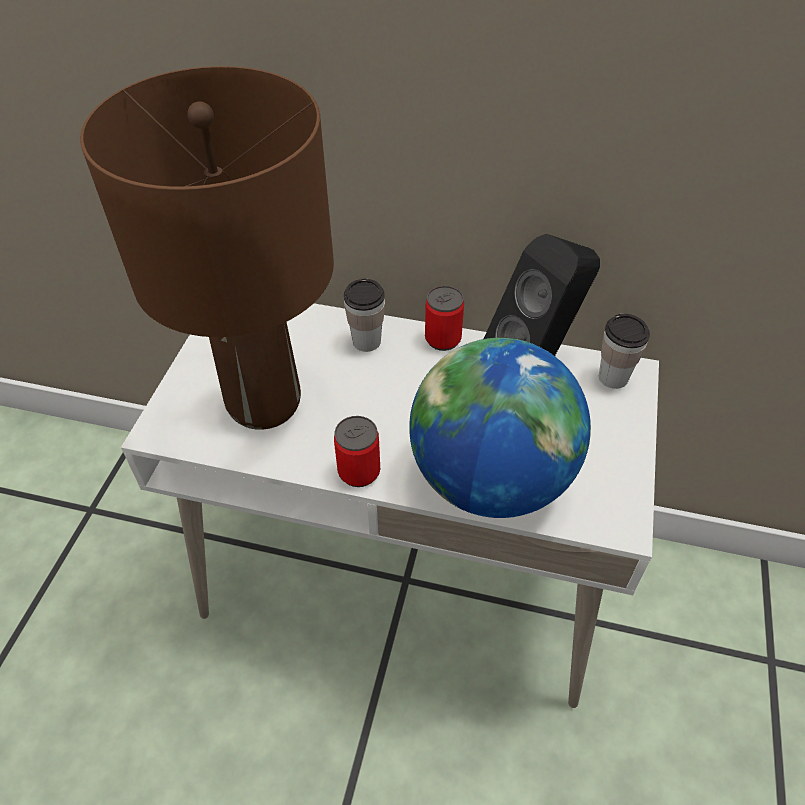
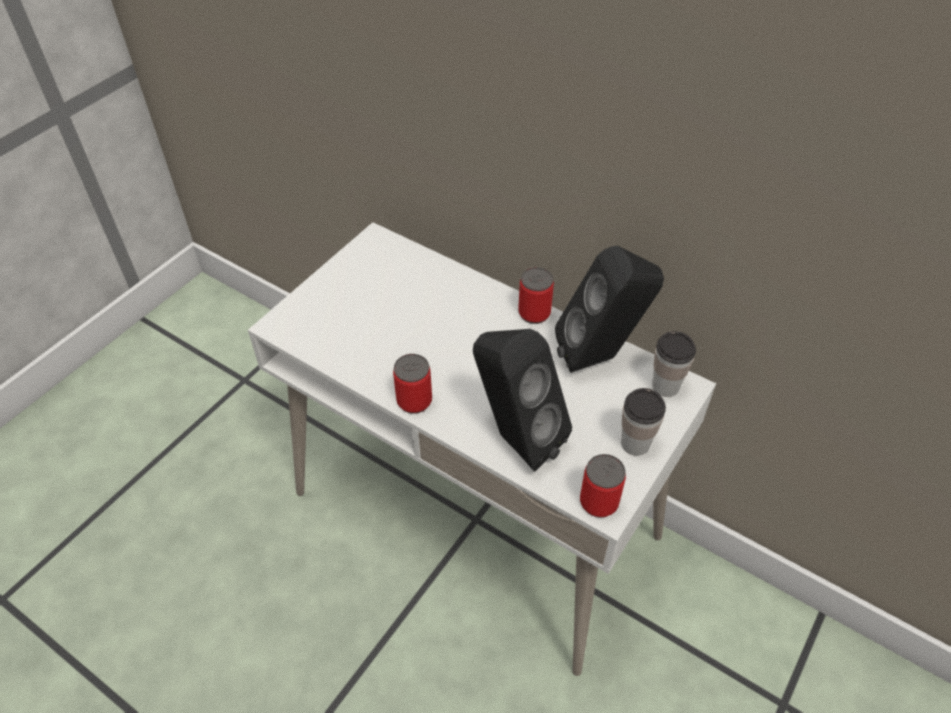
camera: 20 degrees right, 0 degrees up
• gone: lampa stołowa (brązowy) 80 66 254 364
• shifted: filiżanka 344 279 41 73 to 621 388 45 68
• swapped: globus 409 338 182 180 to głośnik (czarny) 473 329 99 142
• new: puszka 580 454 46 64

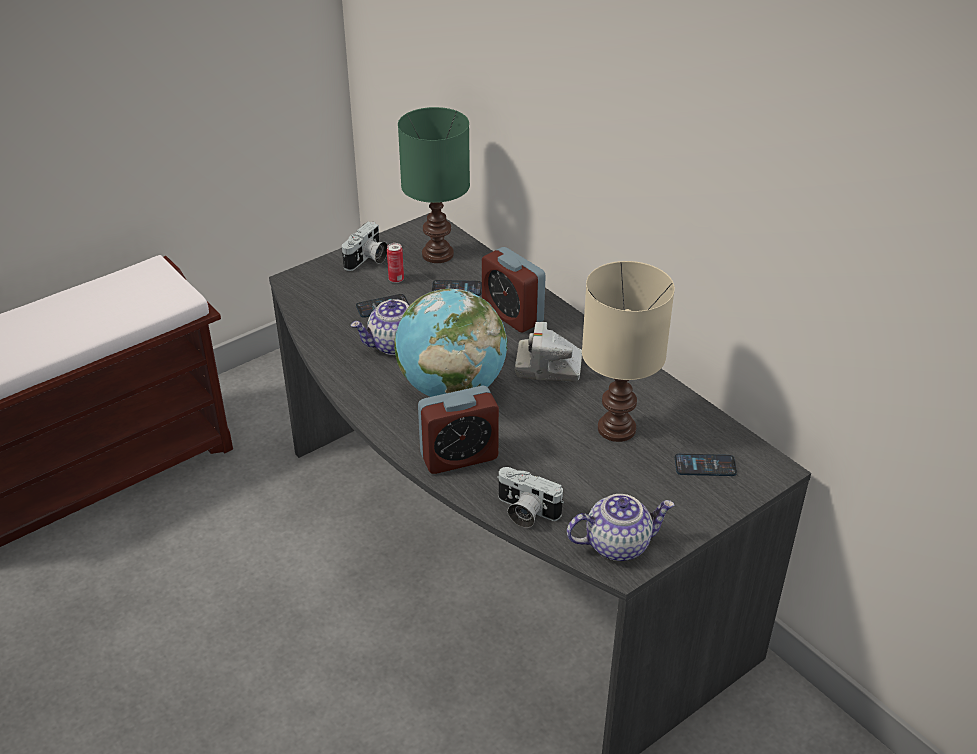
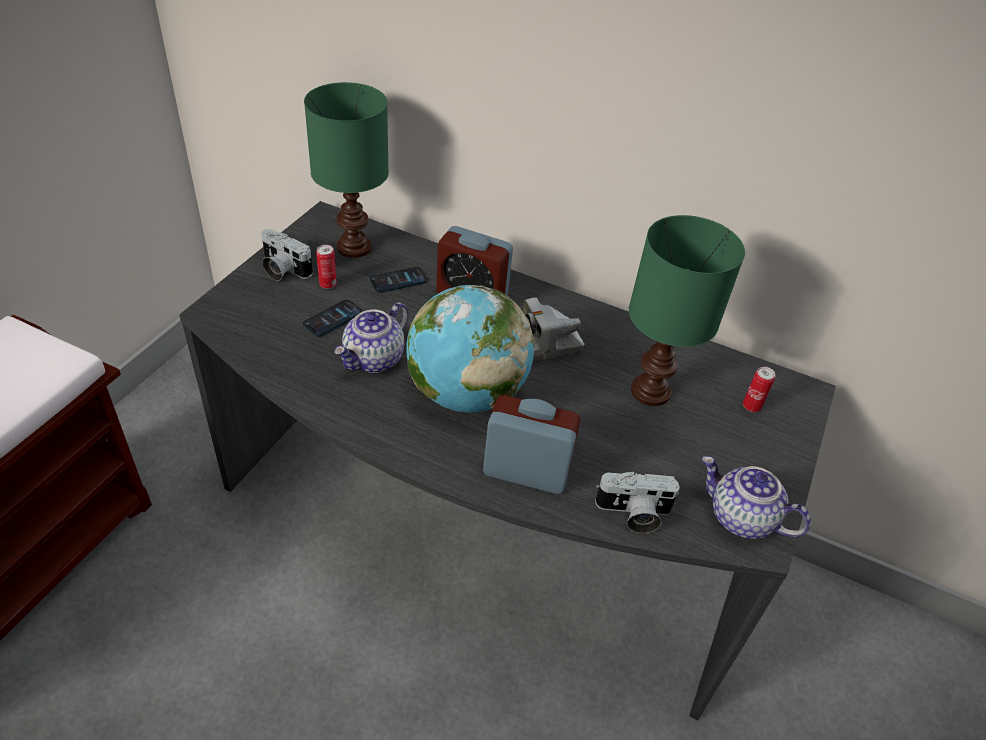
camera: 30 degrees left, 5 degrees up
• rotated: aparat fotograficzny 342 222 46 49 = 261 229 52 52 120 degrees clockwise
• rotated: budzik 418 386 81 88 = 483 395 98 99 120 degrees counterclockwise
• rotated: imbryk 567 494 107 67 = 702 456 109 83 105 degrees counterclockwise
• repainted: lampa stołowa (beżowy) 582 261 93 181 to lampa stołowa (zielony) 629 215 116 191
• swapped: telefon 675 454 62 22 to puszka 743 366 33 46

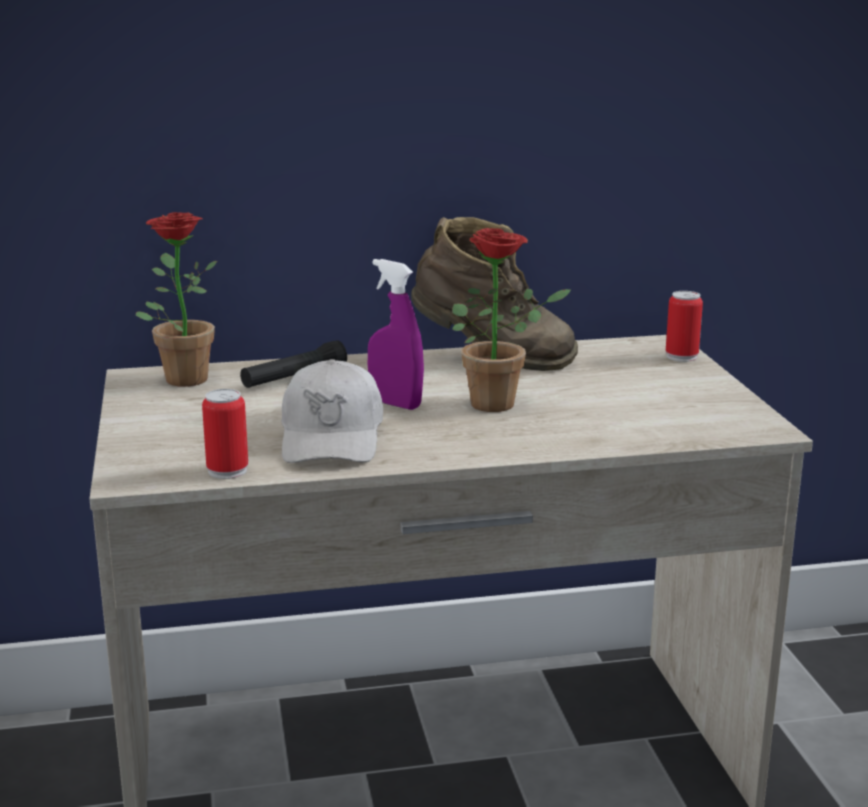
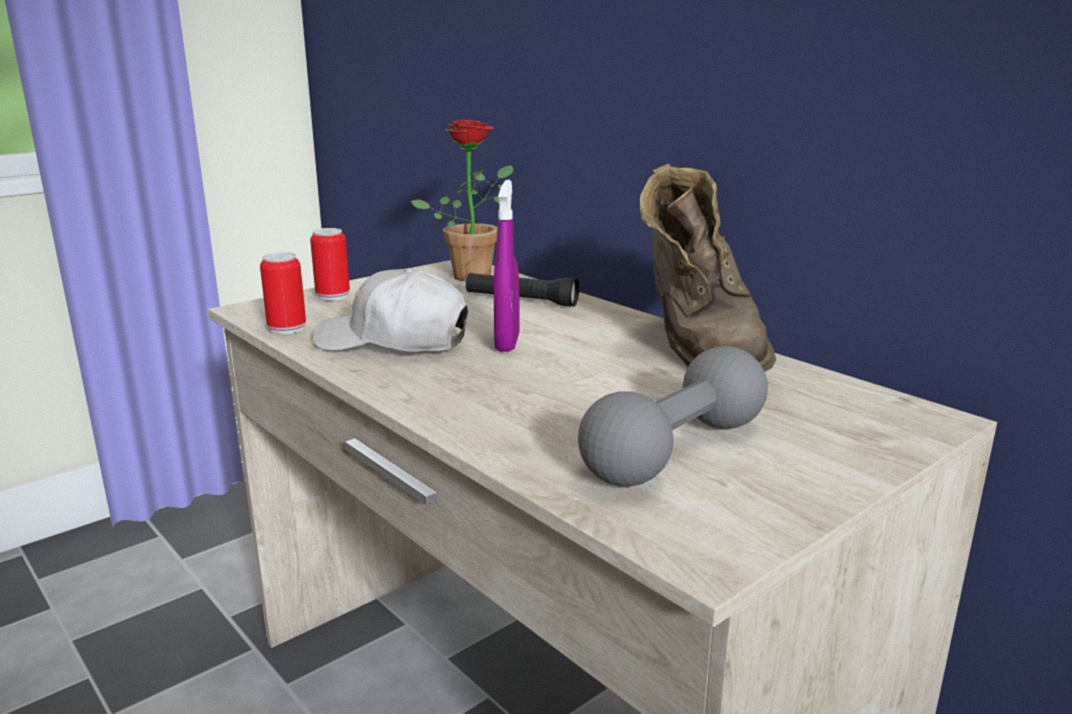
camera: 60 degrees right, 0 degrees up
• rotated: czapka z daszkiem (biały) 281 359 102 104 = 313 268 155 84 45 degrees clockwise
• gone: roślina doniczkowa 452 228 119 184
• shifted: puszka 666 291 37 71 to 310 228 40 73
• new: hantel (szary) 578 346 190 141

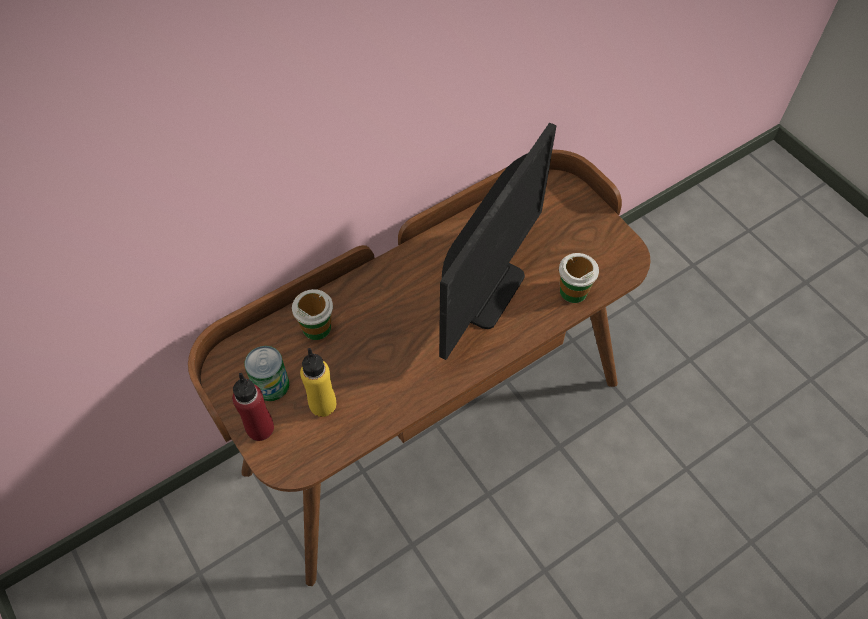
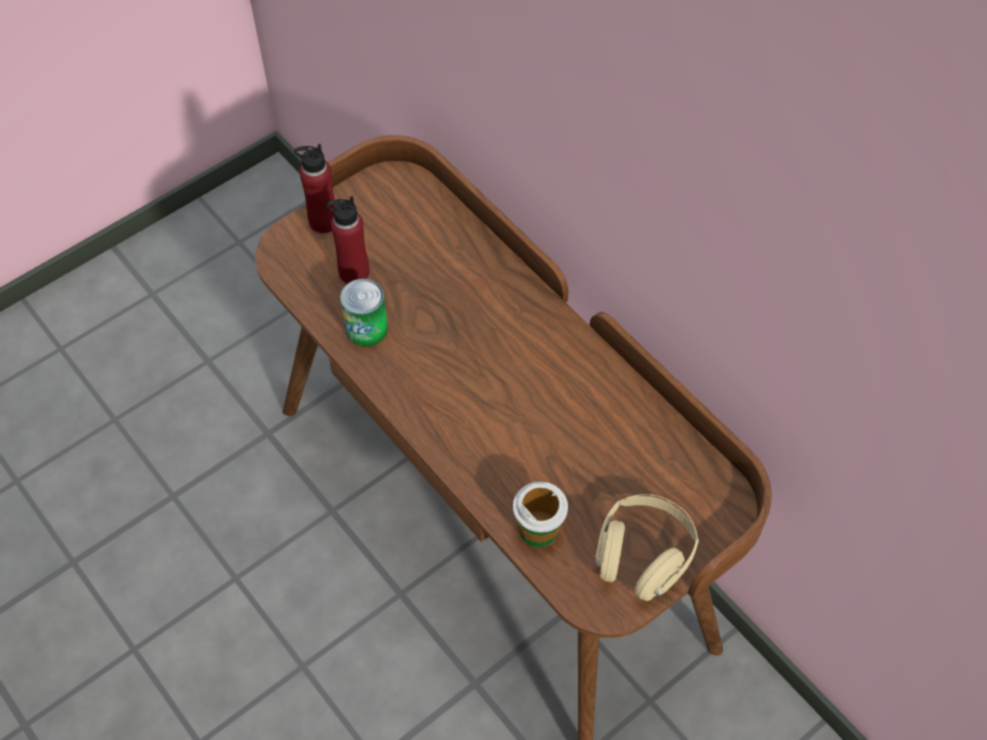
camera: 85 degrees right, 0 degrees up
• shifted: puszka 245 346 44 55 to 340 279 48 68
• gone: filiżanka 292 289 41 51
• repainted: butelka (żółty) 300 348 36 69 to butelka (czerwony) 327 196 42 88
• gone: monitor 439 123 117 237
• new: słuchawki (beżowy) 595 494 104 107

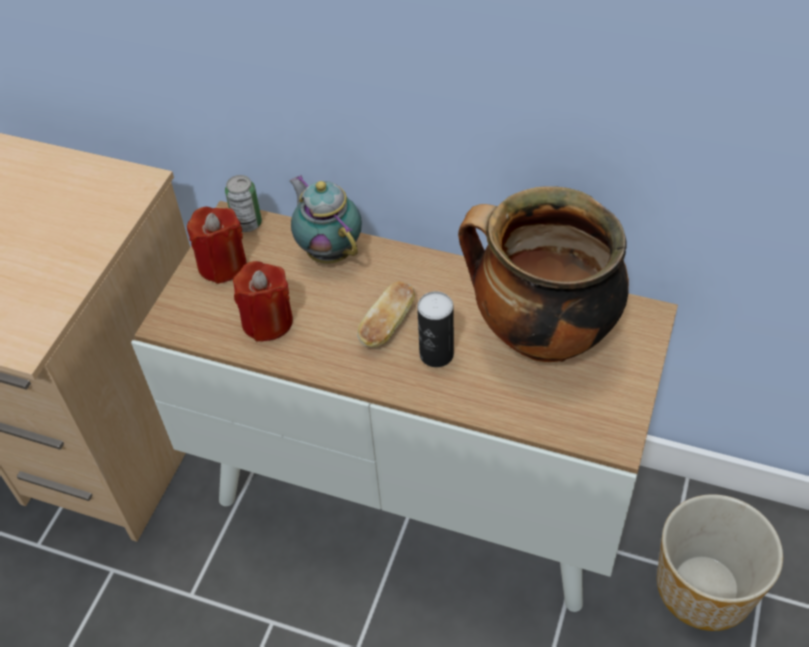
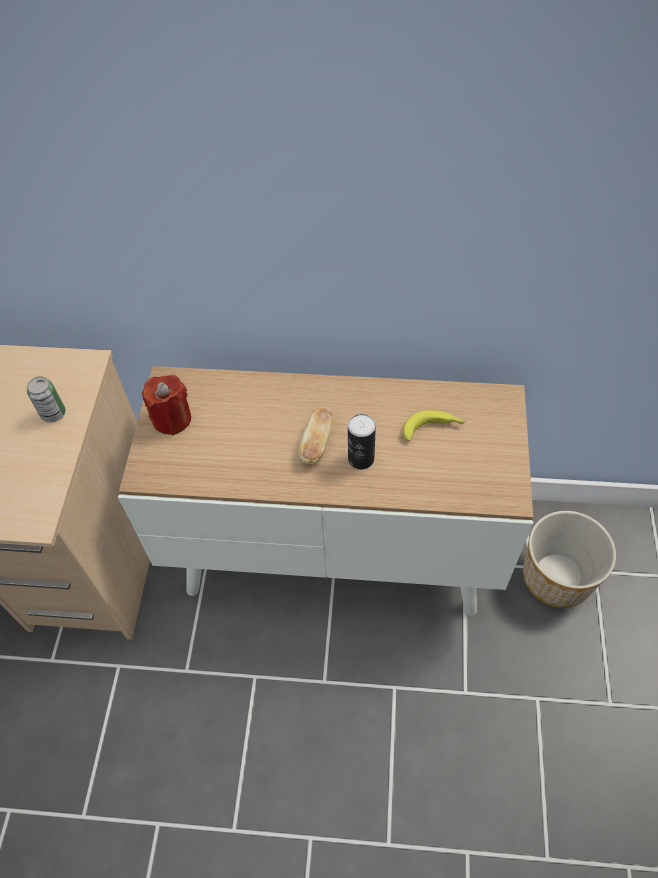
camera: 15 degrees left, 5 degrees up
• shifted: puszka 225 175 37 57 to 27 376 38 47
• gone: świeca (czerwony) 233 261 60 81
• gone: imbryk 290 175 72 89
• swapped: garnek 458 186 171 176 to banan 403 410 63 31

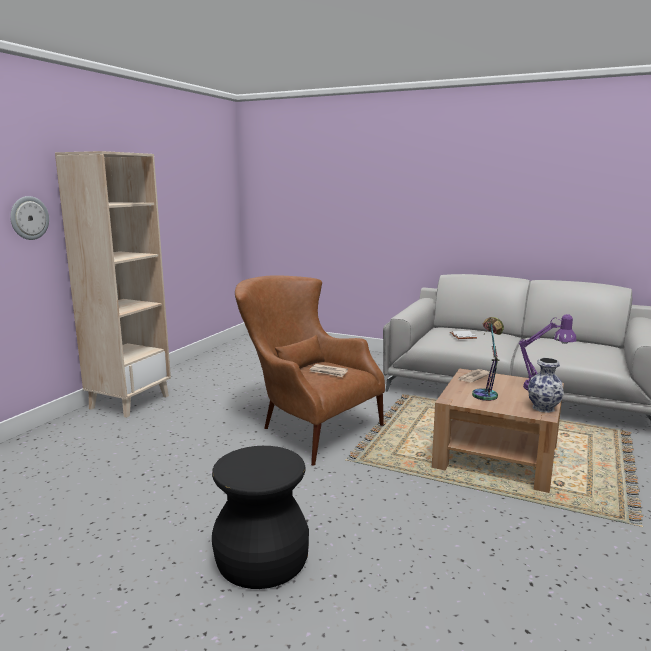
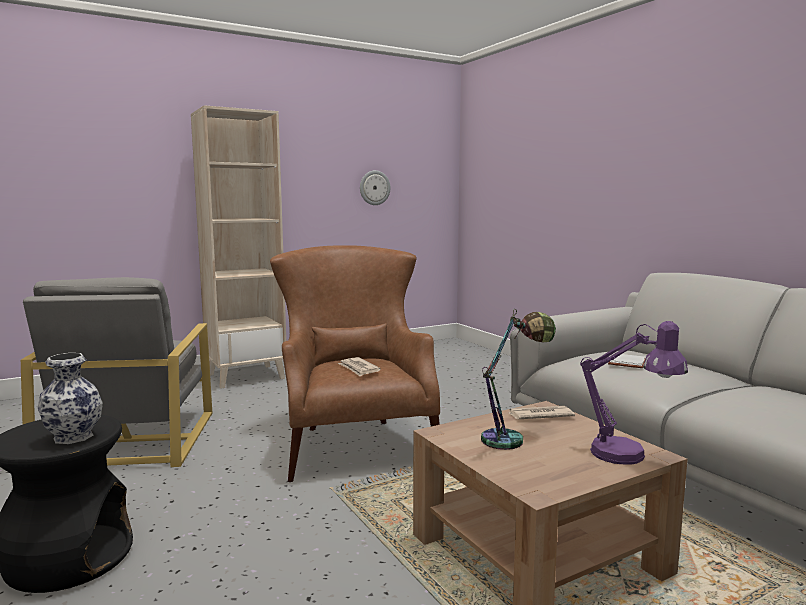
camera: 35 degrees right, 5 degrees down
• shifted: zegar ścienny 10 196 39 44 to 360 170 30 35
• shifted: wazon 528 358 36 55 to 38 353 65 91
• new: fotel (szary) 21 277 191 190

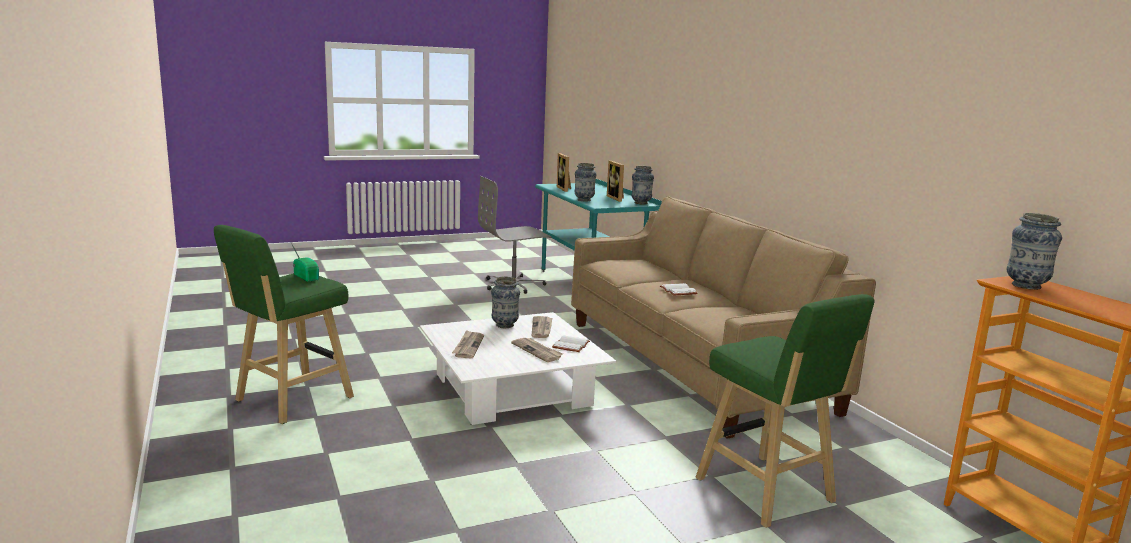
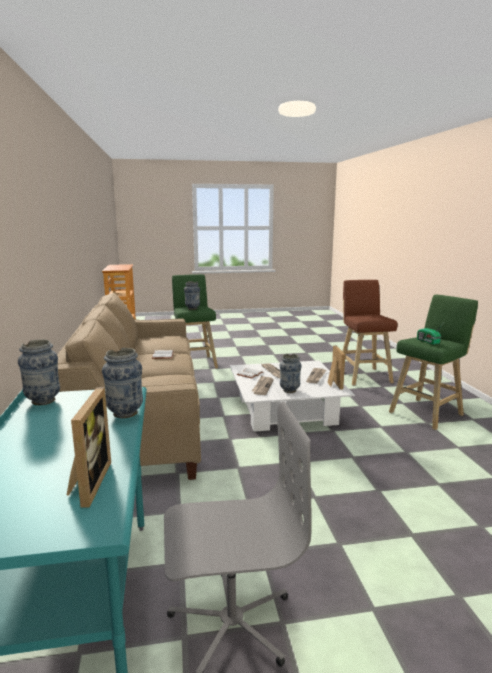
camera: 165 degrees left, 0 degrees up
• shifted: ramka na zdjęcie 607 161 17 41 to 328 345 17 45
• shifted: wazon 1007 213 55 77 to 184 281 16 29
• new: stołek (brązowy) 342 280 55 106

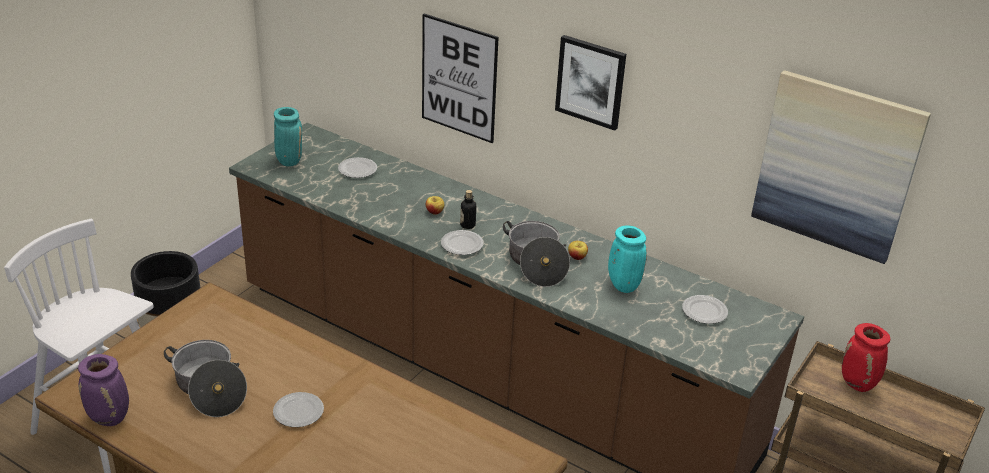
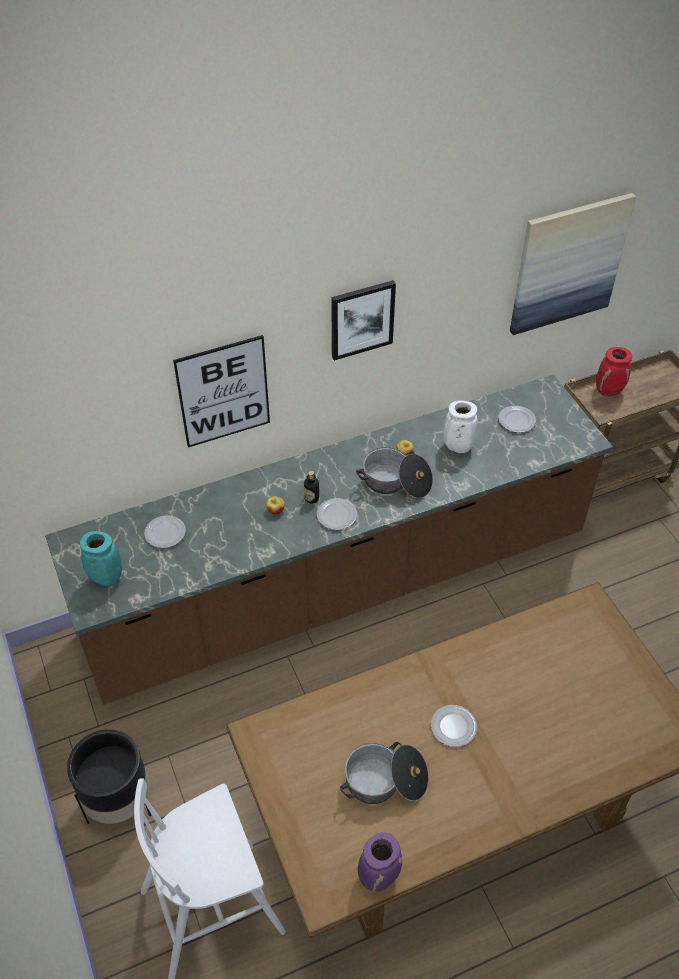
camera: 55 degrees left, 15 degrees up
• repainted: wazon (turkusowy) 608 225 39 68 to wazon (biały) 443 401 35 52

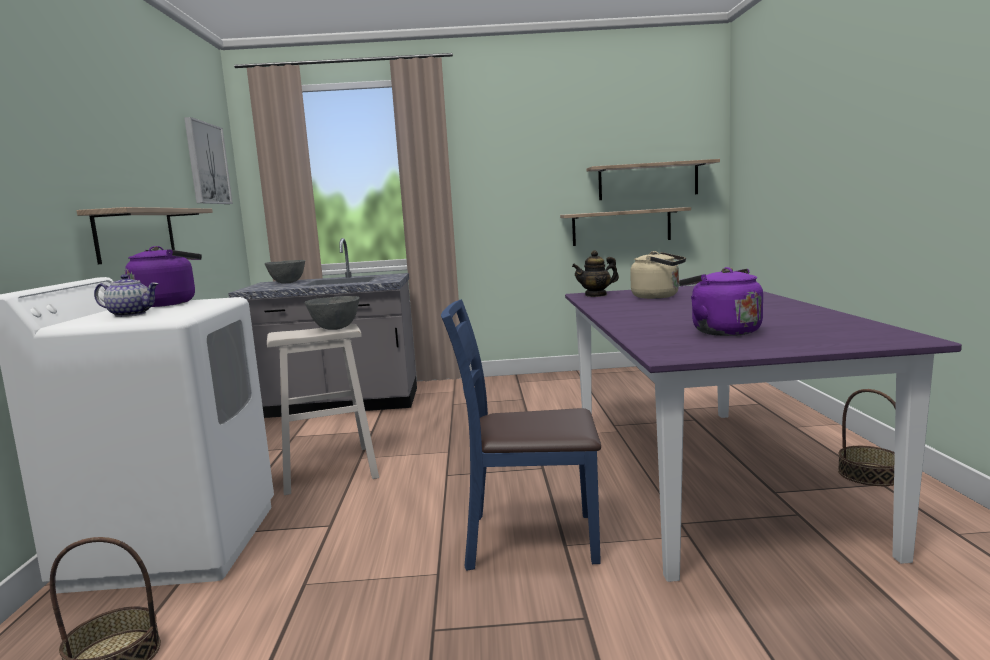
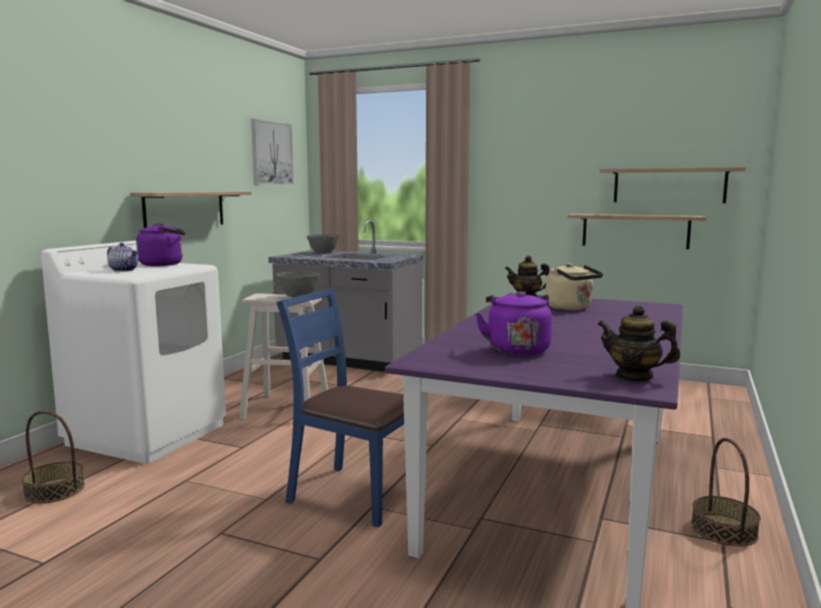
camera: 25 degrees right, 0 degrees up
• new: imbryk 597 305 83 77

